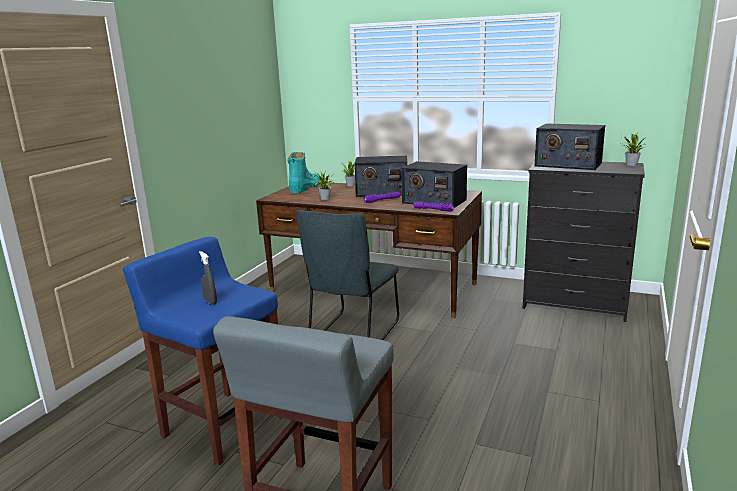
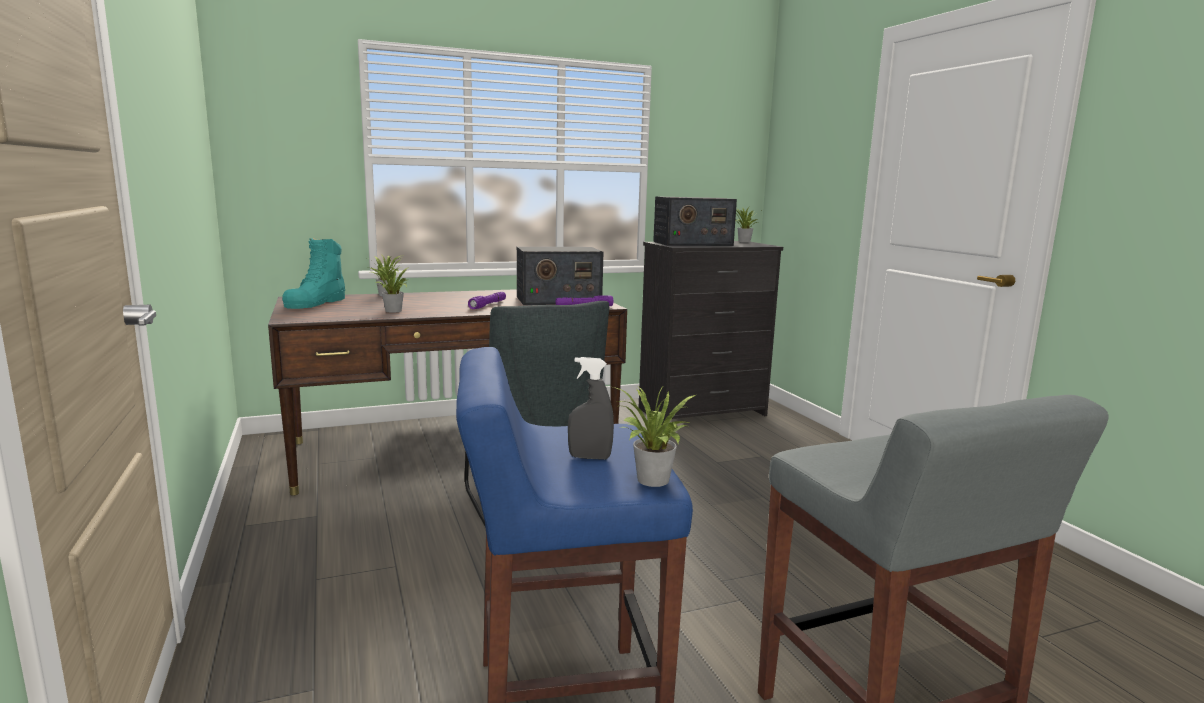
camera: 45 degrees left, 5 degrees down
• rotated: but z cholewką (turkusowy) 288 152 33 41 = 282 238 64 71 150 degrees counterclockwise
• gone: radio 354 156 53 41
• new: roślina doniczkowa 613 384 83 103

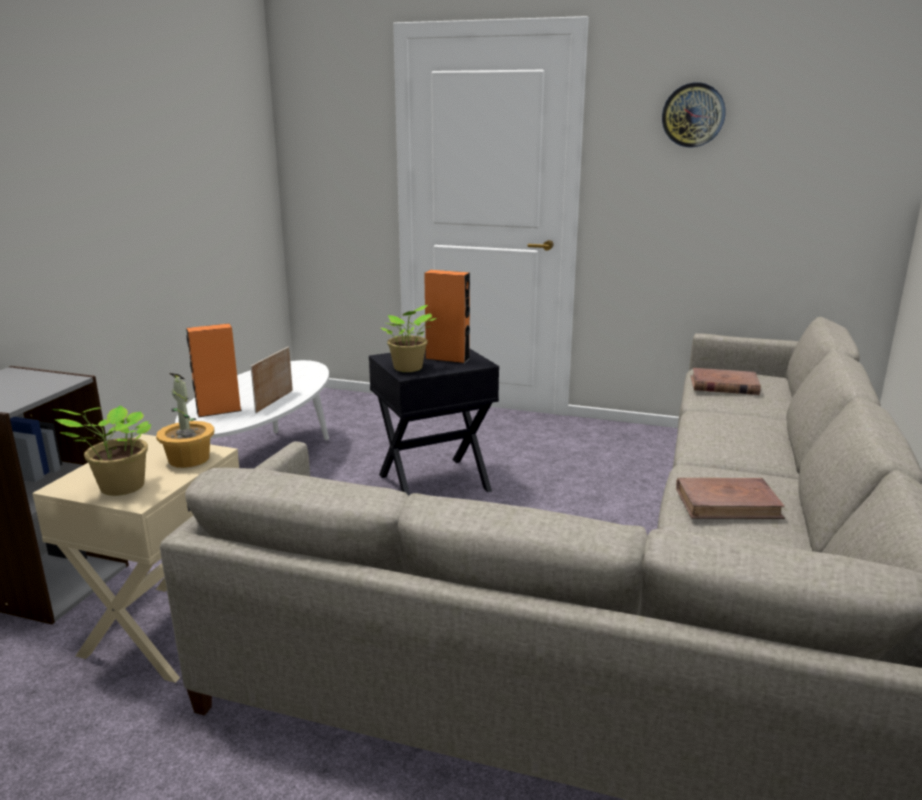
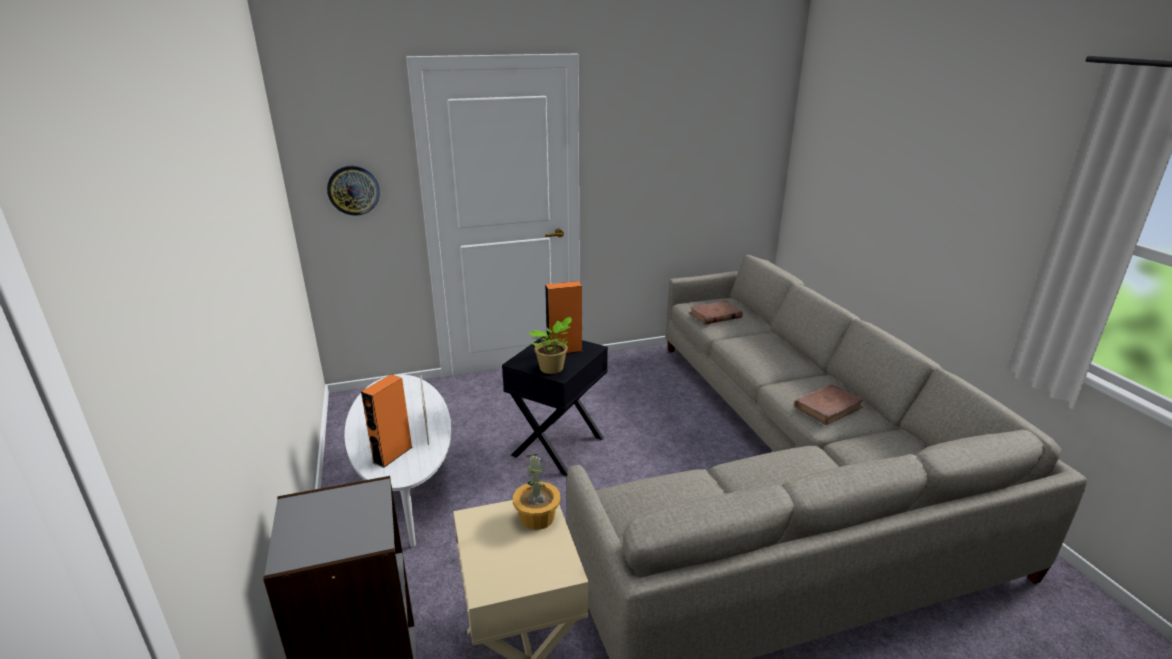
camera: 35 degrees left, 5 degrees up
• gone: roślina doniczkowa 52 406 99 90
• shifted: zegar ścienny 662 82 64 65 to 327 166 53 50

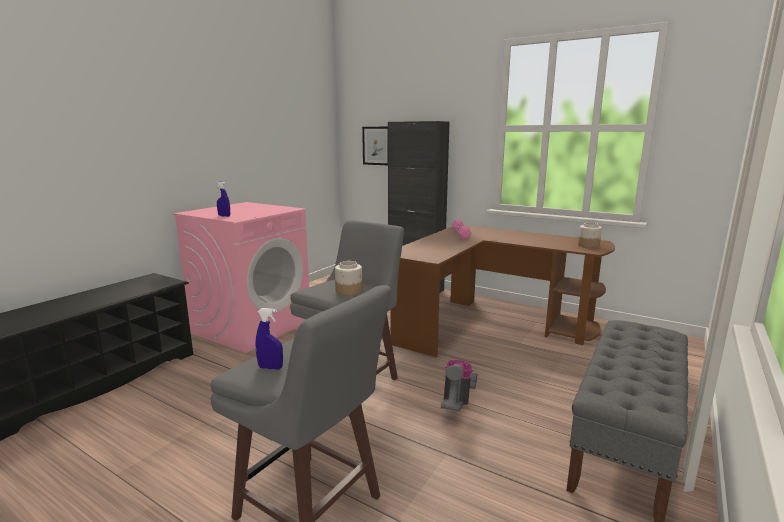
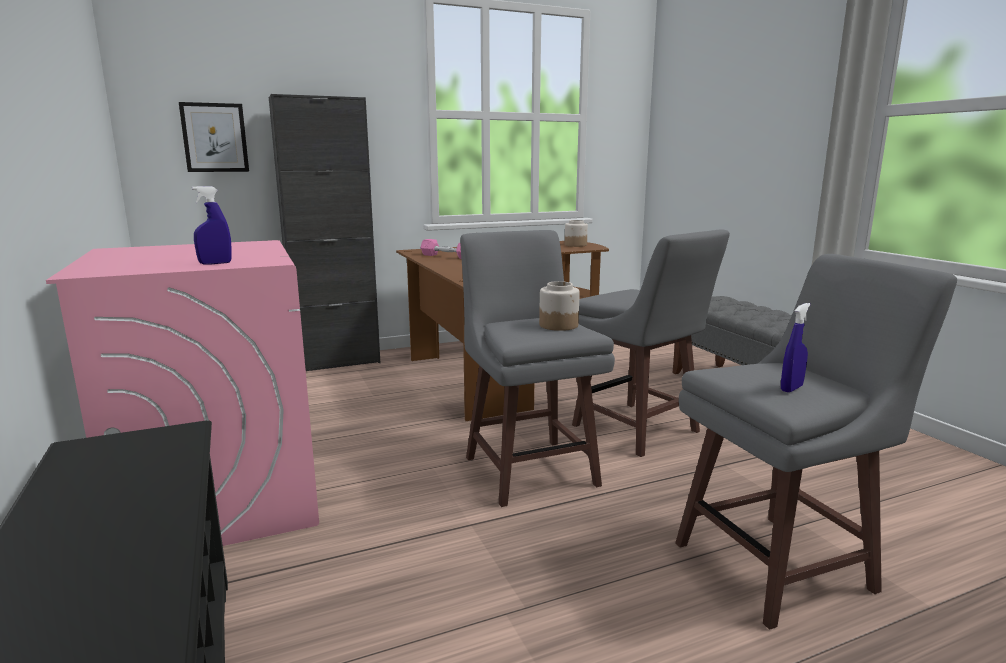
camera: 55 degrees left, 0 degrees up
• swapped: odkurzacz 441 360 37 51 to stołek (szary) 572 229 158 228

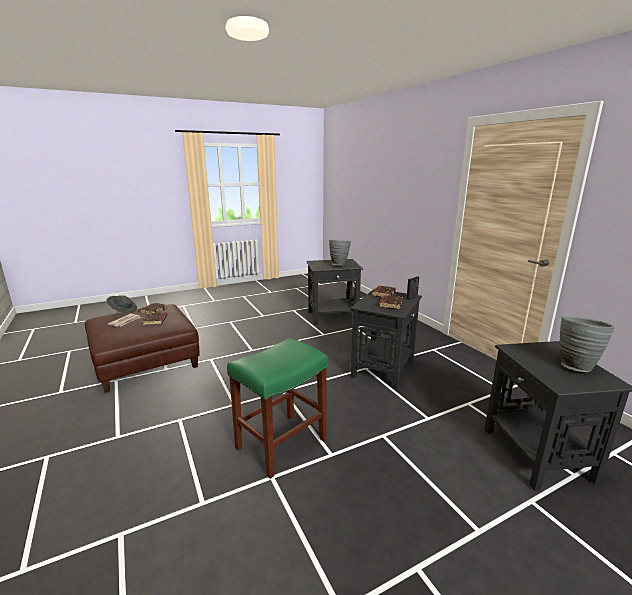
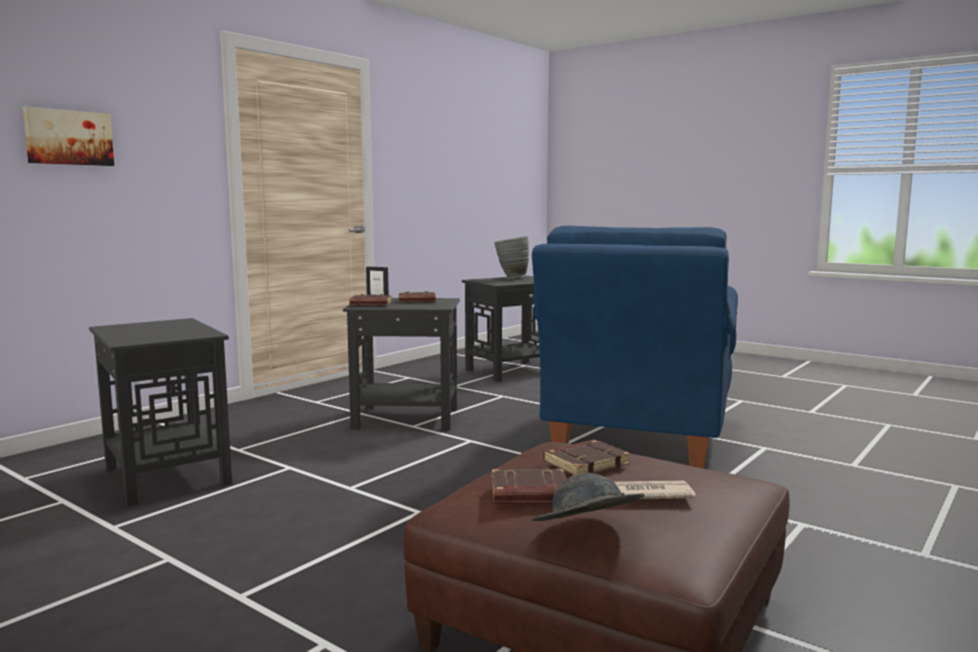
camera: 115 degrees left, 10 degrees down
• swapped: stołek (zielony) 227 338 101 141 to fotel (niebieski) 532 226 206 242
• gone: wazon (szary) 329 240 22 25
• new: obraz 23 107 91 59

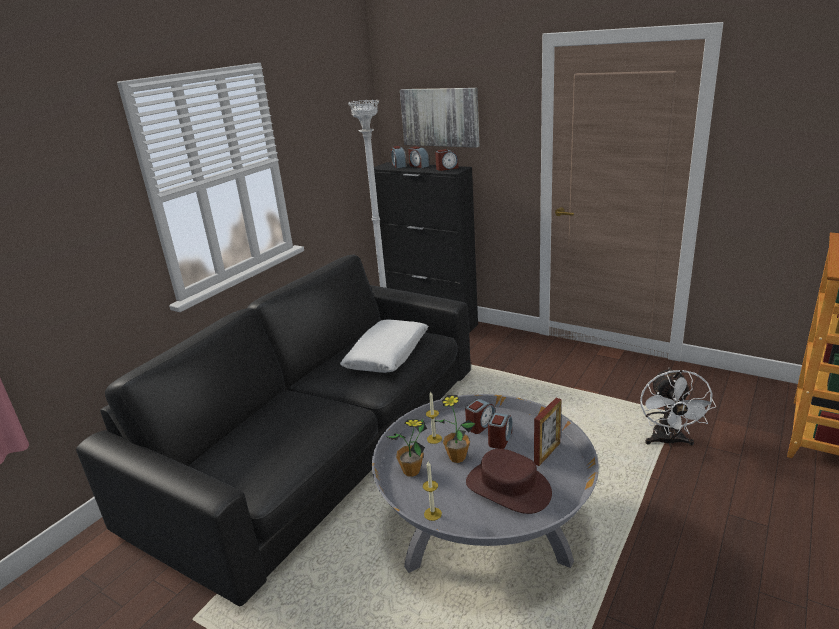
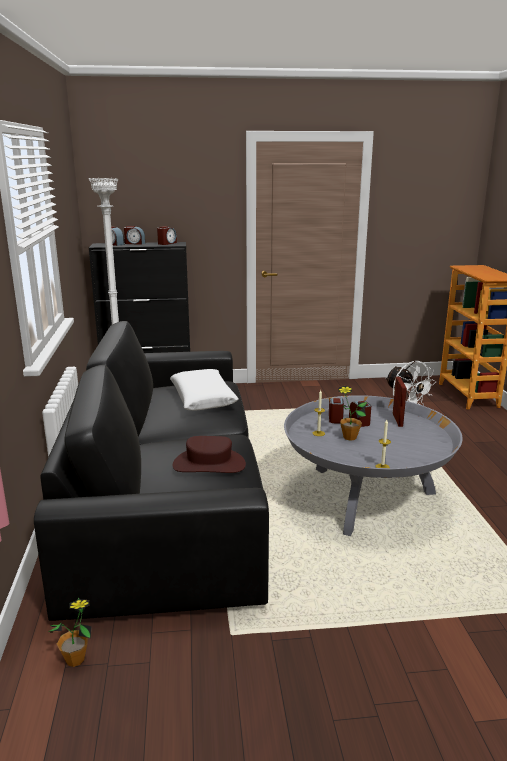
camera: 40 degrees left, 5 degrees down
• shifted: roślina doniczkowa 388 419 39 58 to 48 597 44 70
• gone: obraz 400 88 79 60
• shifted: kapelusz (brązowy) 466 449 86 65 to 173 436 73 37

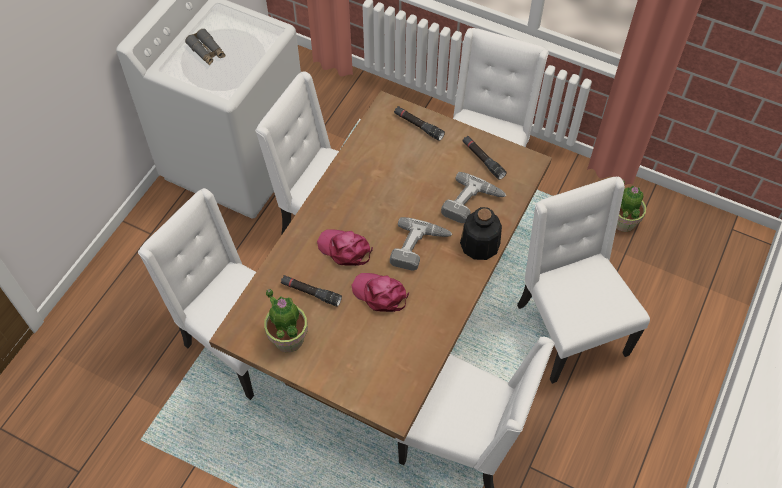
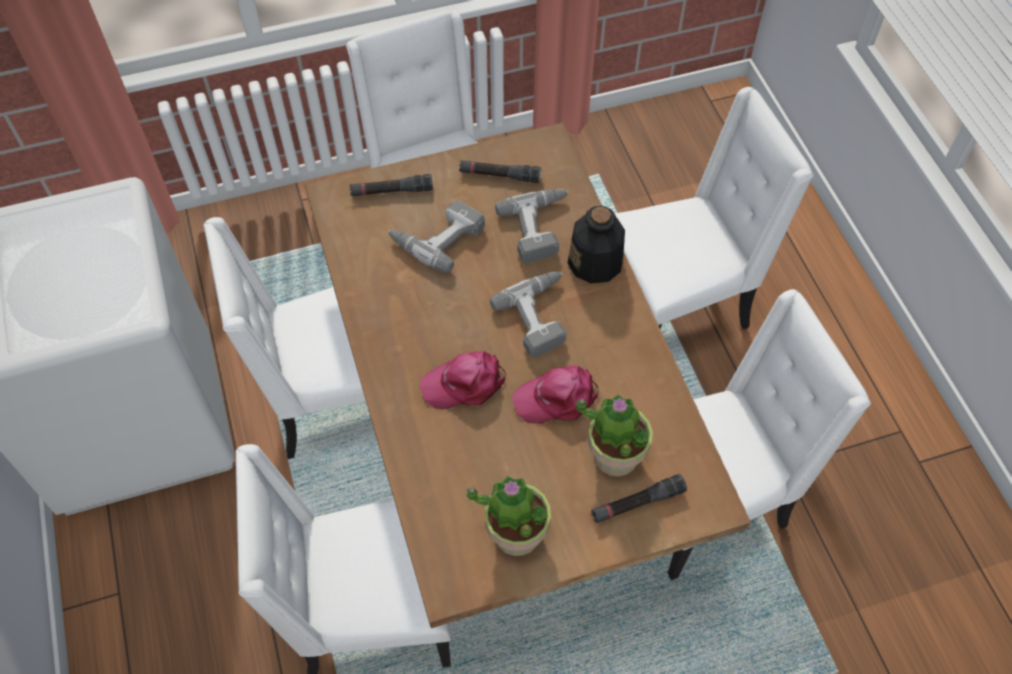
camera: 45 degrees left, 0 degrees up
• gone: lornetka (szary) 185 29 40 36
• shifted: latarka (czarny) 281 275 61 32 to 591 474 96 49
• rotated: krzesło (biały) 517 177 133 207 = 615 87 198 243 135 degrees clockwise
• shifted: roślina doniczkowa 616 179 30 53 to 575 394 78 83
• new: wiertarka 389 200 96 73

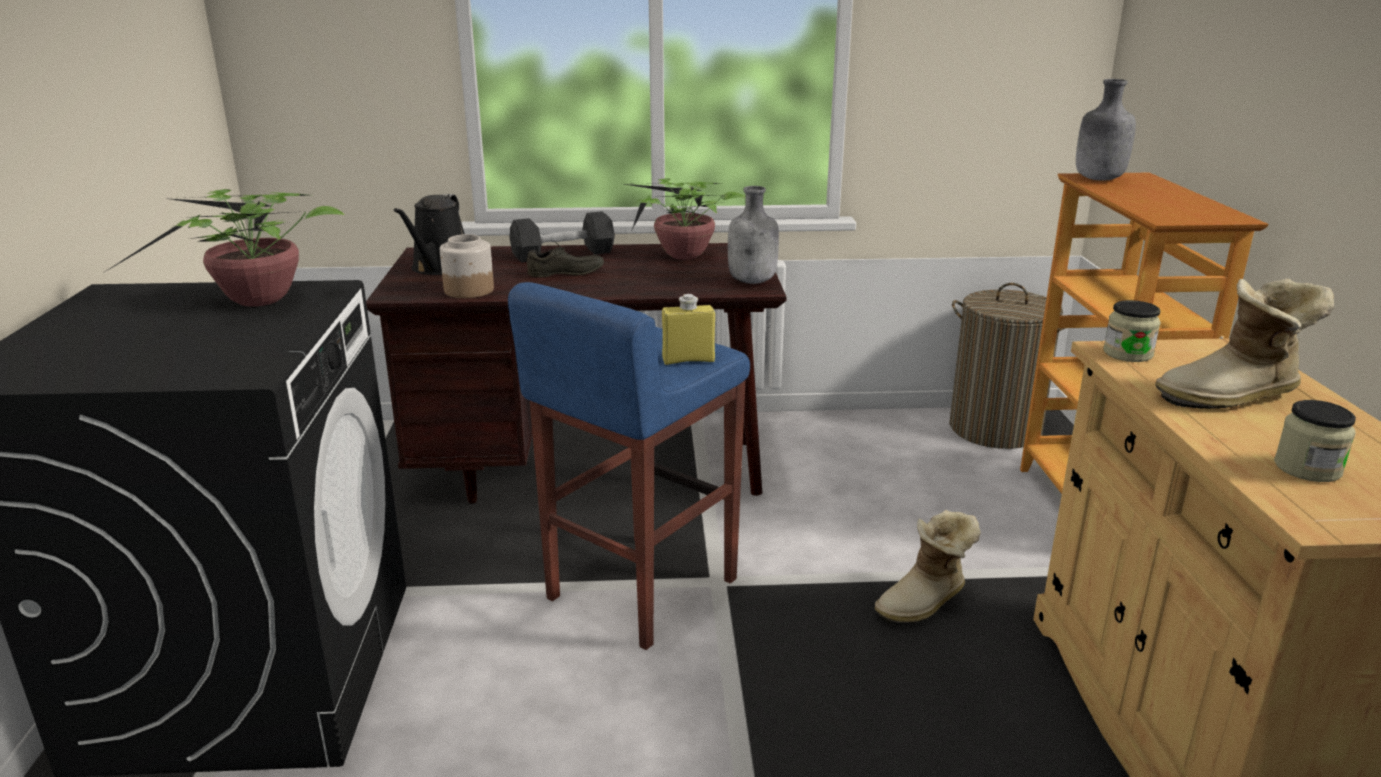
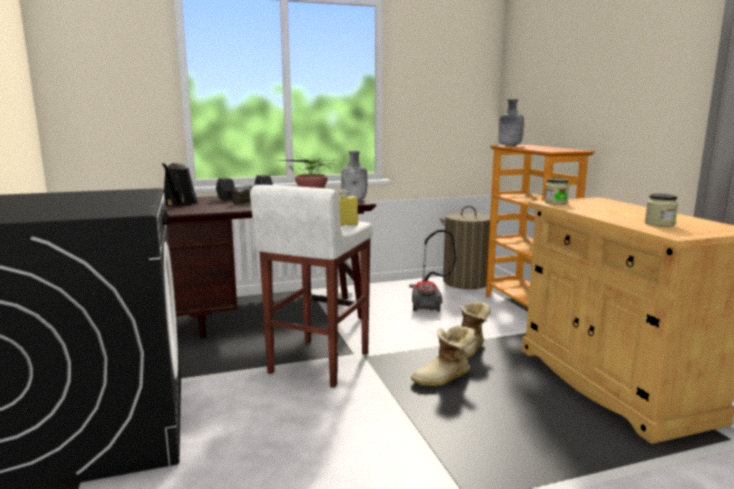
camera: 15 degrees left, 10 degrees down
• gone: roślina doniczkowa 103 189 242 118
• gone: słoik 440 234 54 64
• repainted: stołek (niebieski) 508 282 242 368 to stołek (biały) 250 185 123 203
• shifted: but z cholewką 1155 278 179 131 to 411 325 64 62
• new: odkurzacz 409 230 47 82

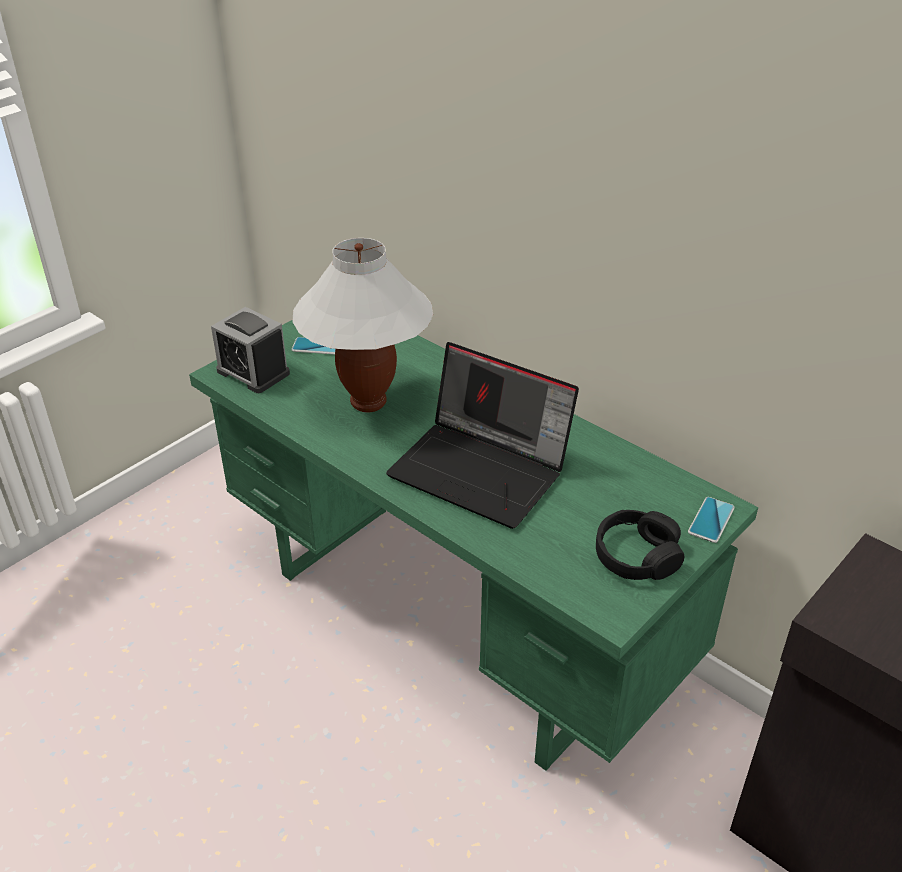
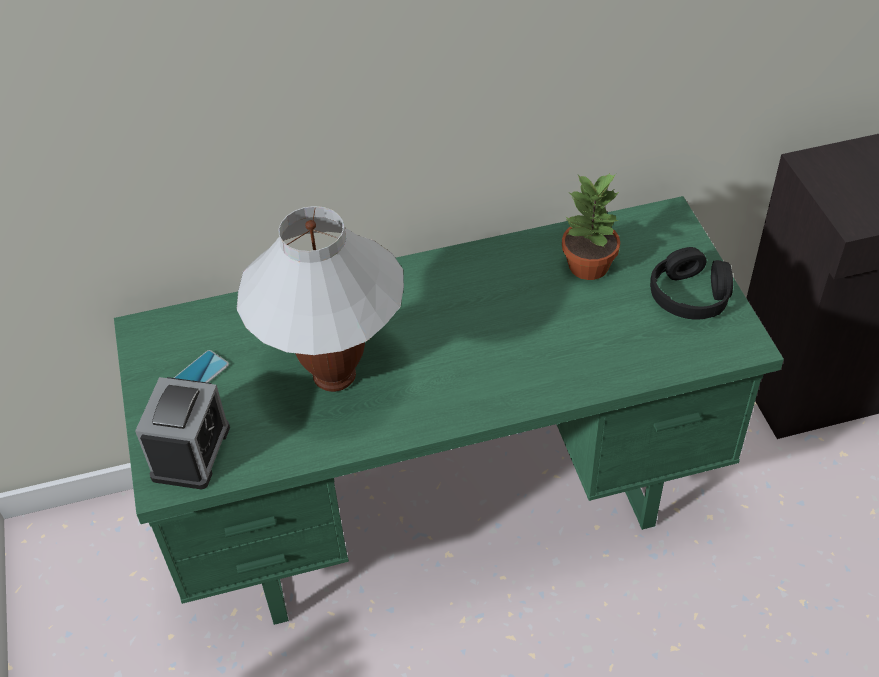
camera: 55 degrees left, 10 degrees up
• rotated: budzik 211 307 79 86 = 135 377 95 112 60 degrees counterclockwise
• gone: laptop 386 342 193 187
• gone: telefon 688 497 47 46
• new: roślina doniczkowa 562 173 58 107

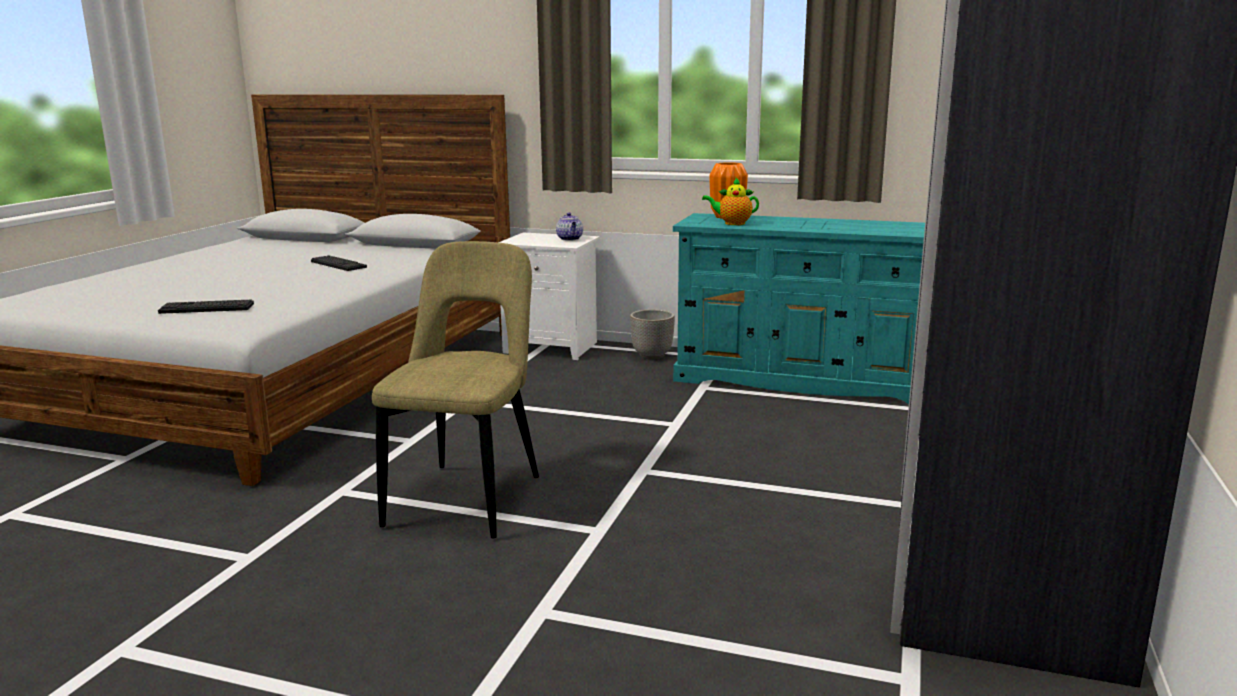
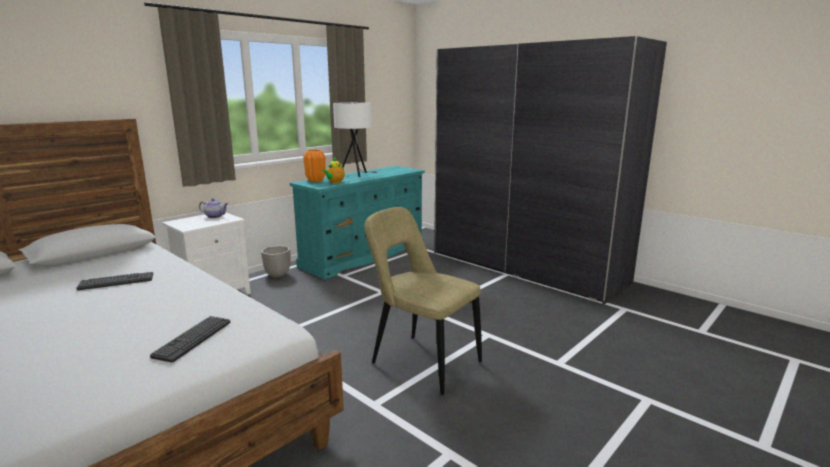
camera: 65 degrees left, 0 degrees up
• new: lampa stołowa (biały) 333 102 45 75

